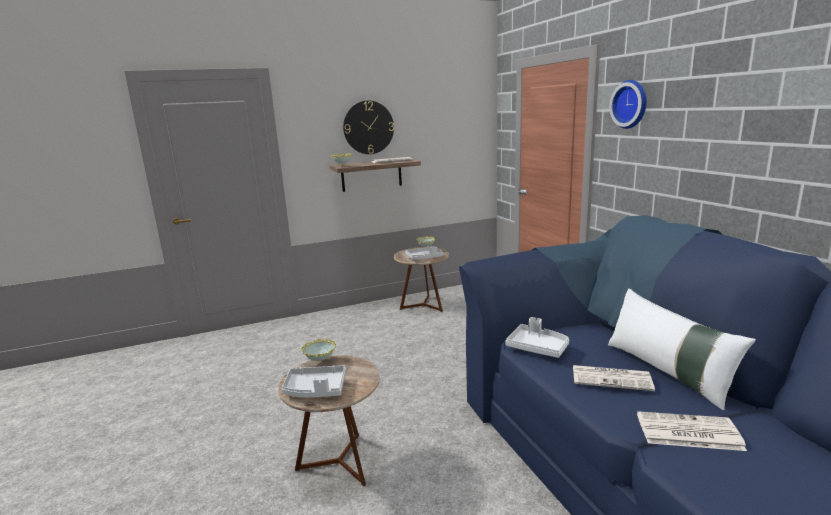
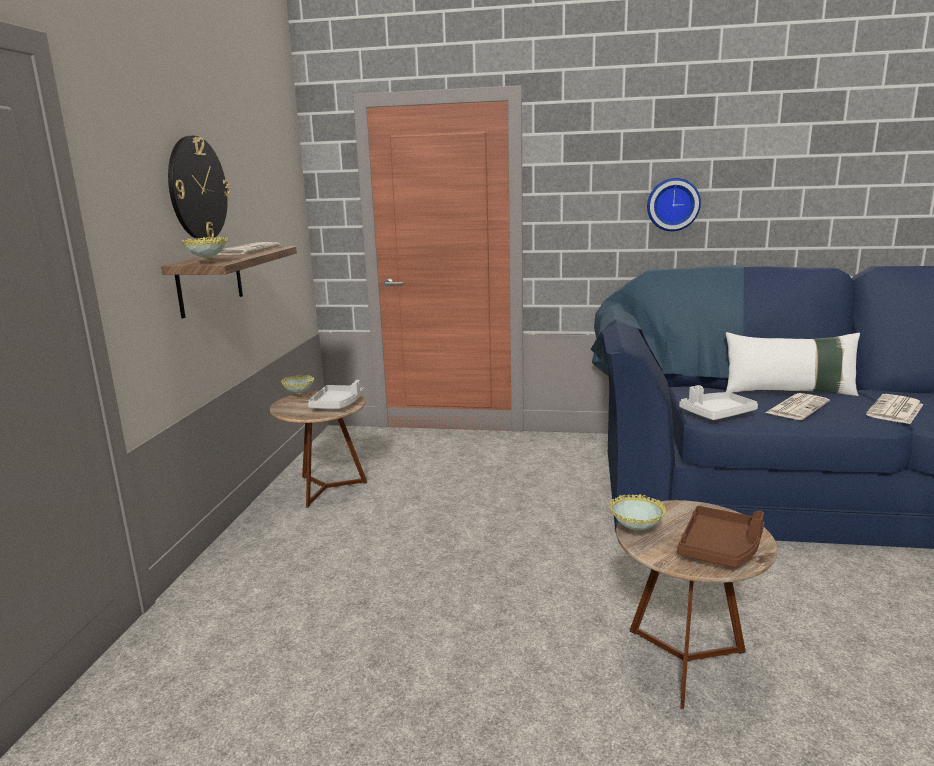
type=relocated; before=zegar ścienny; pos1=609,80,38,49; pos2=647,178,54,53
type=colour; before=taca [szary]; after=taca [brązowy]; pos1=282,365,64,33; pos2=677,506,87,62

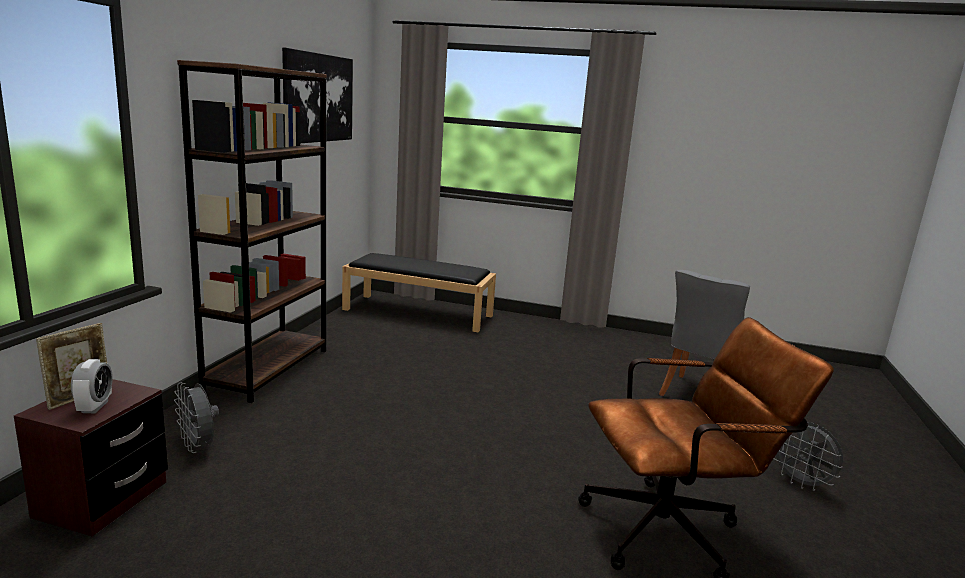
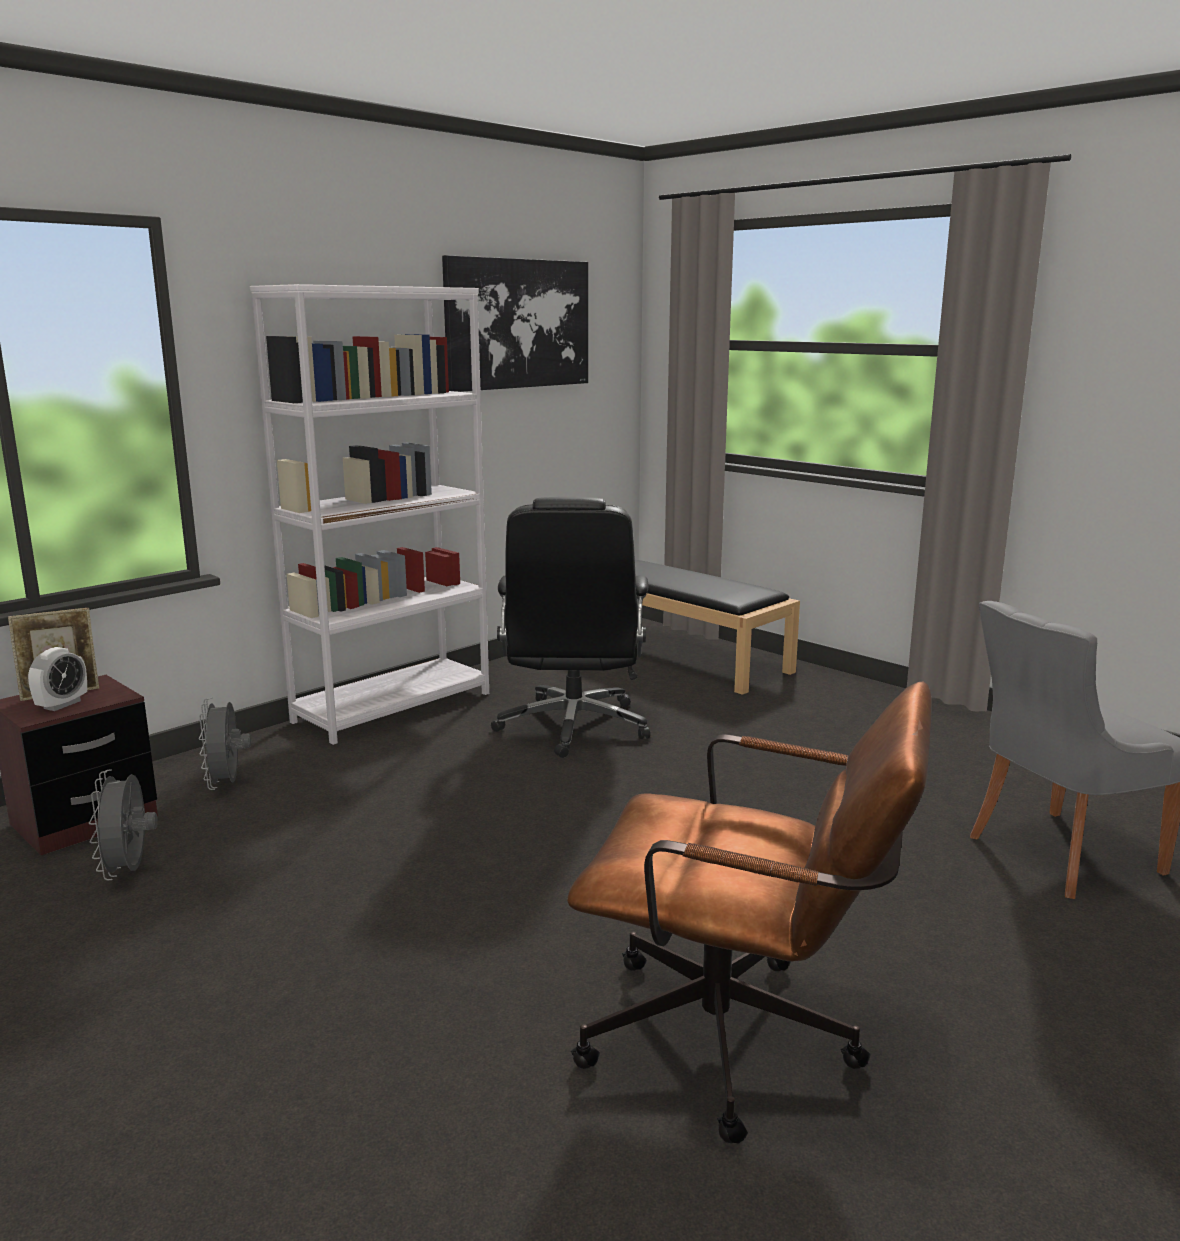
type=colour; before=regał [brązowy]; after=regał [biały]; pos1=177,60,150,343; pos2=250,284,239,461
type=relocated; before=wentylator [szary]; pos1=774,422,69,69; pos2=89,769,69,111
type=appeared; after=krzesło biurowe [czarny]; pos2=491,497,159,261

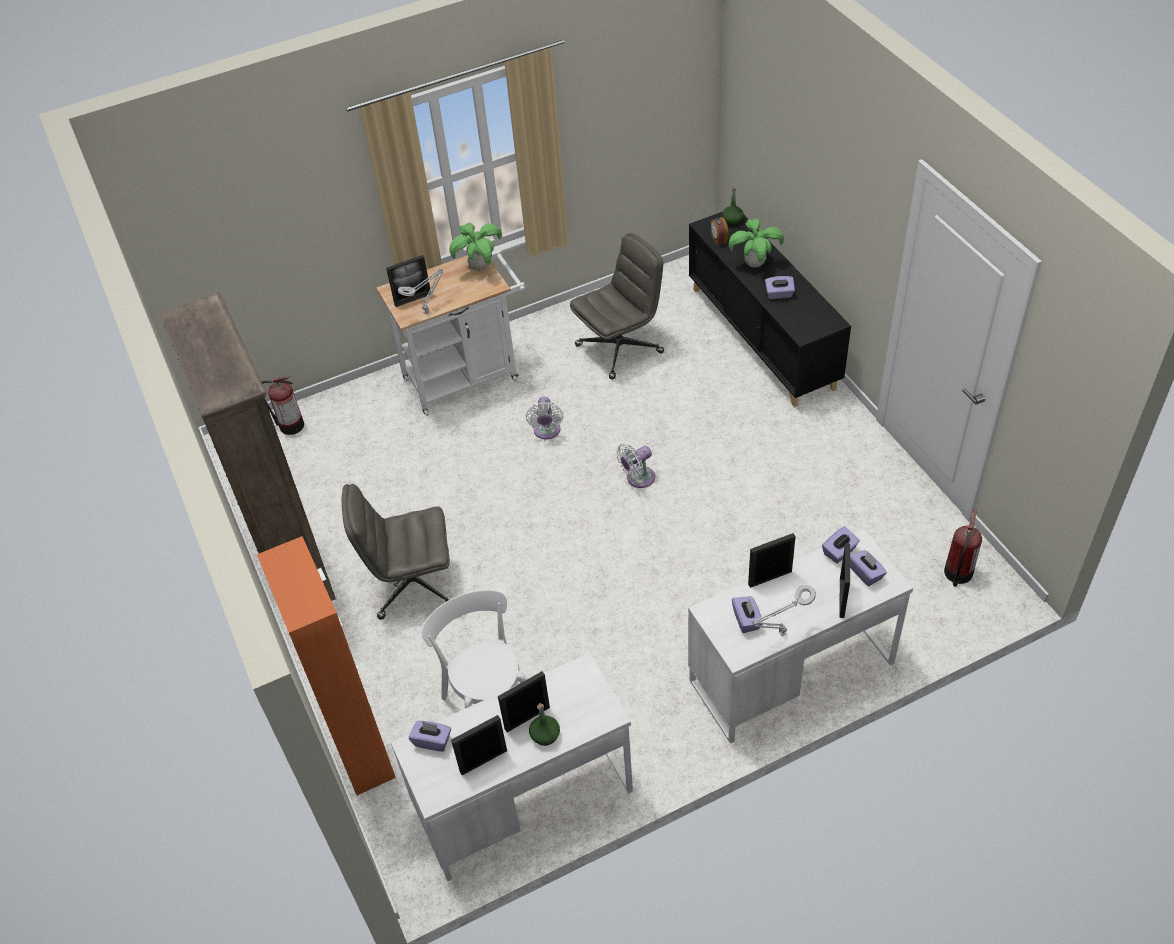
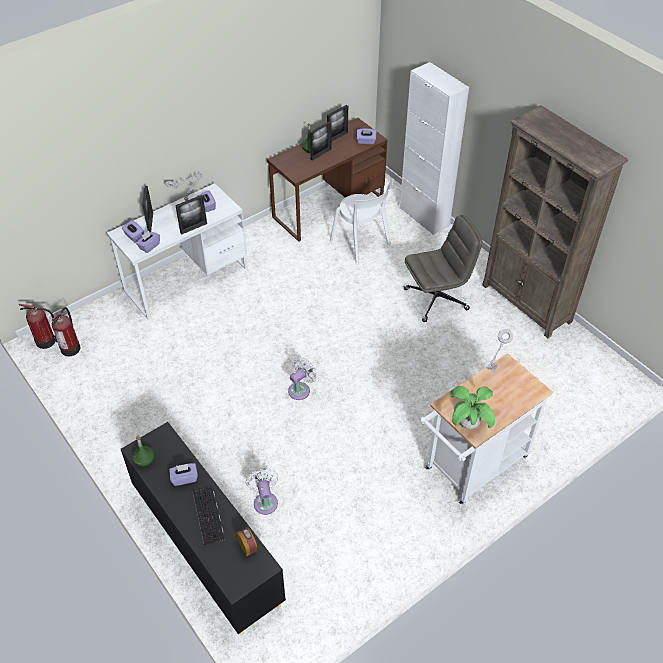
type=relocated; before=butelka [zielony]; pos1=722,186,22,40; pos2=133,436,22,31
type=exchanged; before=roślina doniczkowa; after=klawiatura; pos1=729,219,55,49; pos2=192,485,32,60
type=missing; before=krzesło biurowe [szary]; pos1=570,233,94,147
type=missing; before=ramka na zdjęcie; pos1=386,255,45,52
type=relocated; before=gaśnica; pos1=262,376,42,59; pos2=19,304,38,45
type=relocated; before=wentylator [biały]; pos1=526,397,37,42; pos2=246,468,32,47
type=colour; before=szafka [pomarańczowy]; after=szafka [biały]; pos1=257,536,139,259; pos2=400,62,69,173
type=colour; before=biurko [biały]; after=biurko [brązowy]; pos1=391,652,242,229; pos2=267,118,121,124

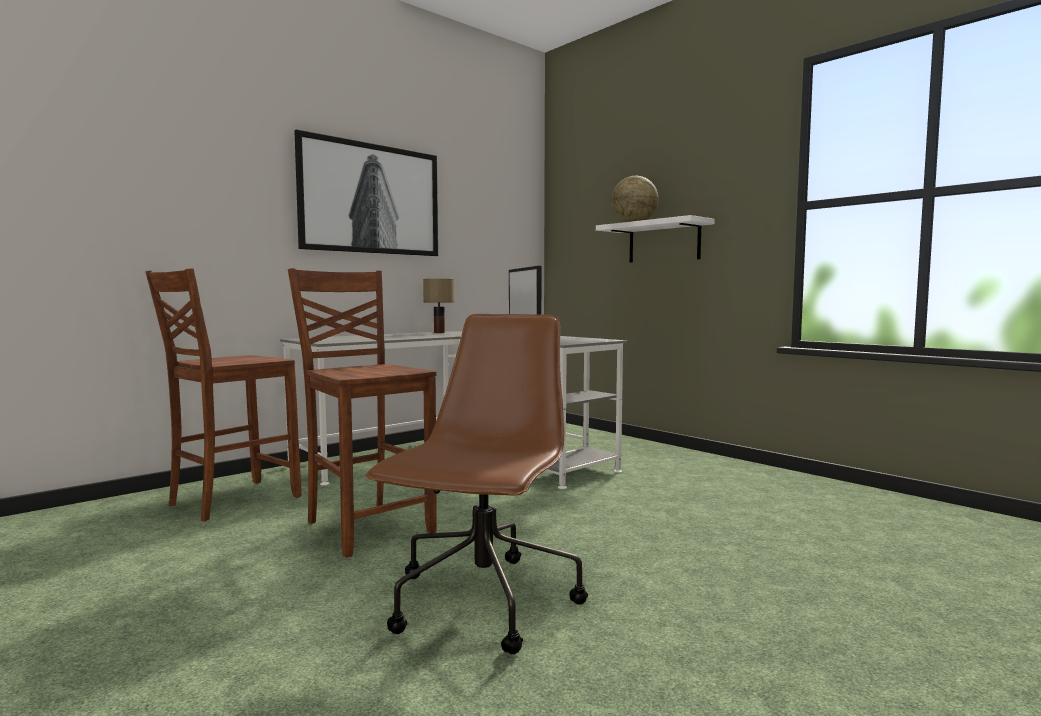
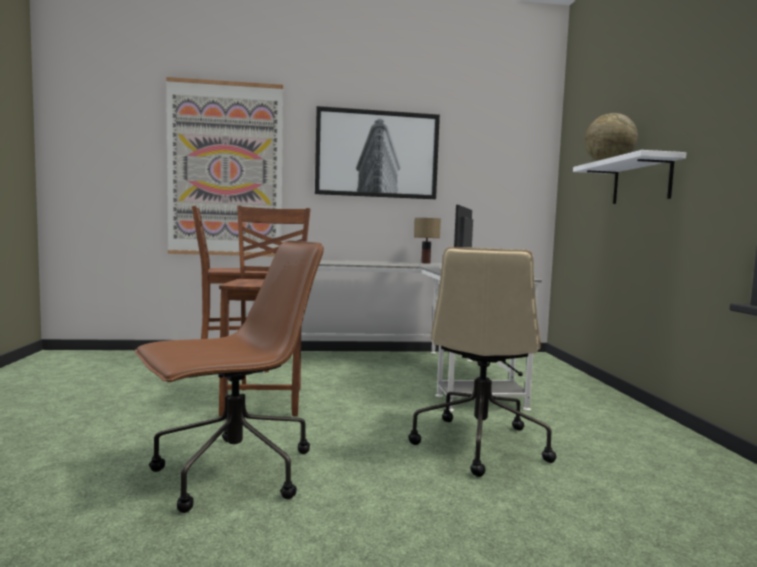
type=appeared; after=obraz; pos2=166,77,117,180
type=appeared; after=krzesło biurowe [beżowy]; pos2=408,247,148,230

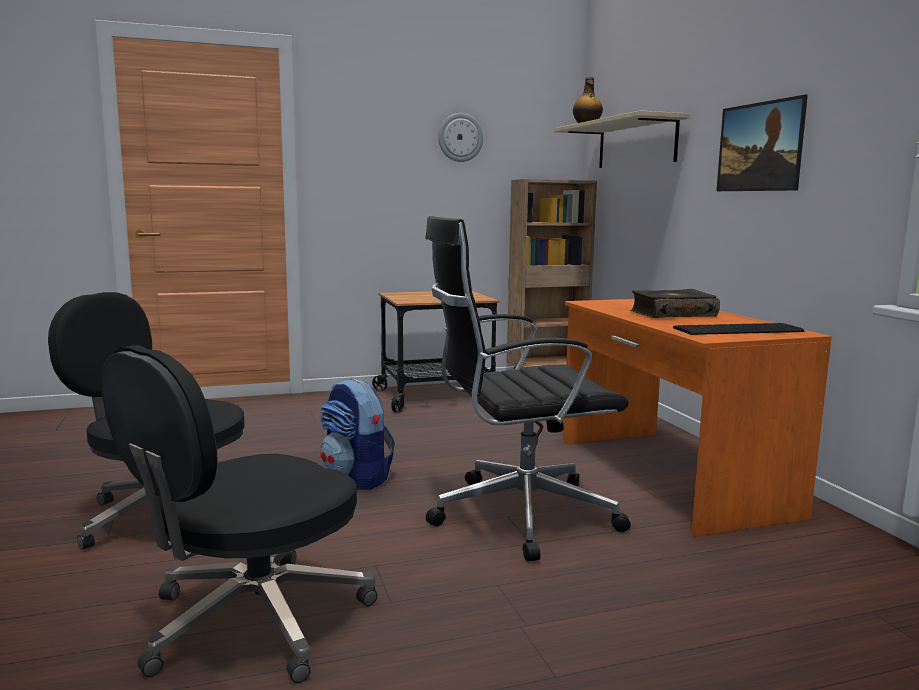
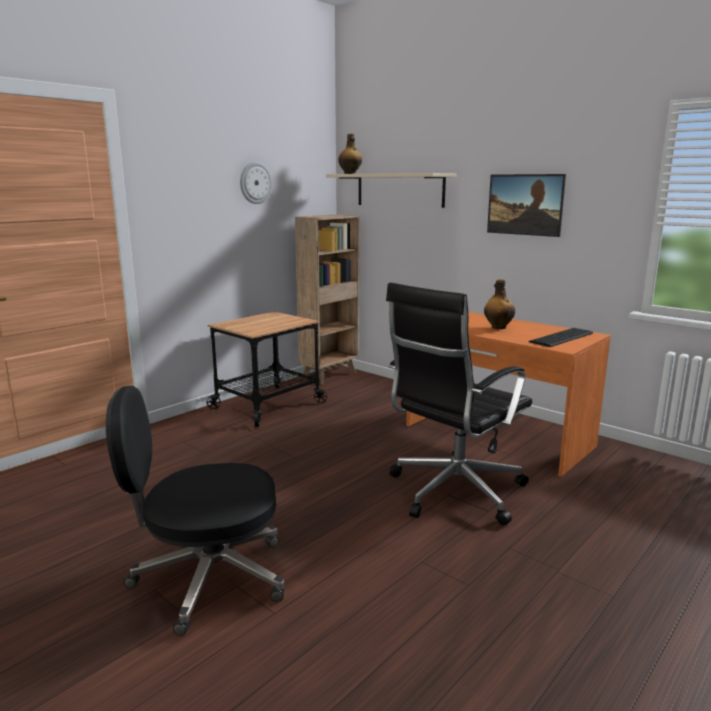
type=exchanged; before=książka; after=butelka; pos1=630,289,90,29; pos2=484,279,31,50
type=missing; before=krzesło biurowe [czarny]; pos1=101,345,276,338
type=missing; before=plecak; pos1=320,379,75,111

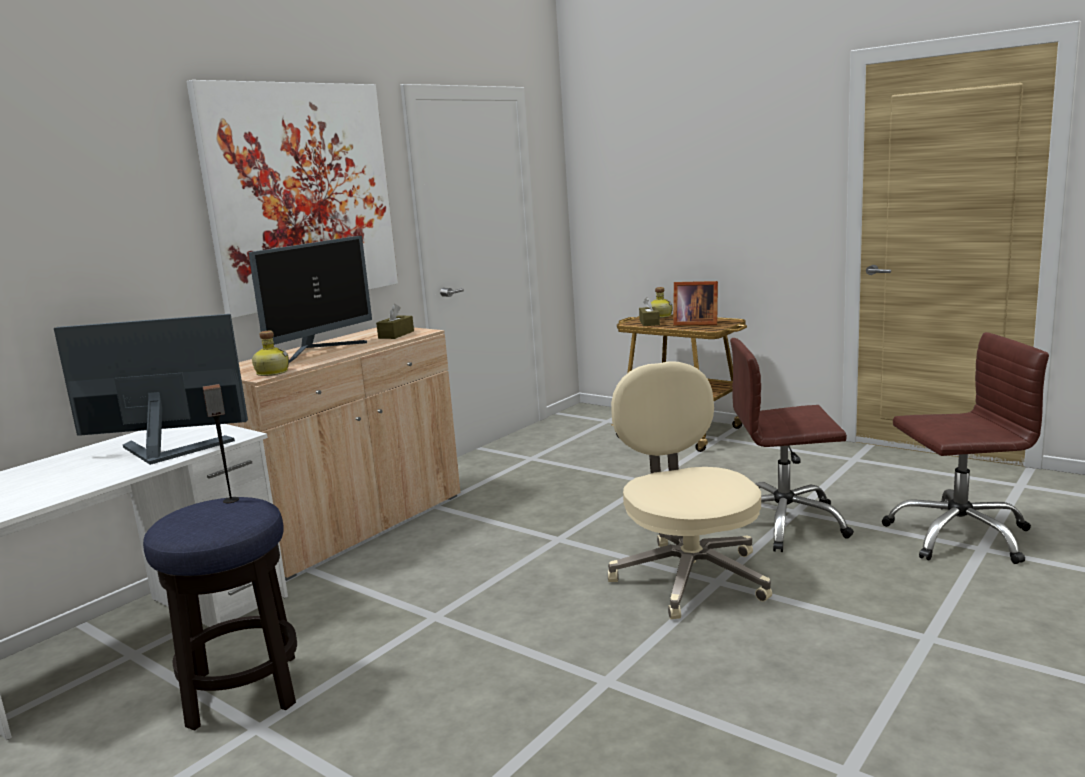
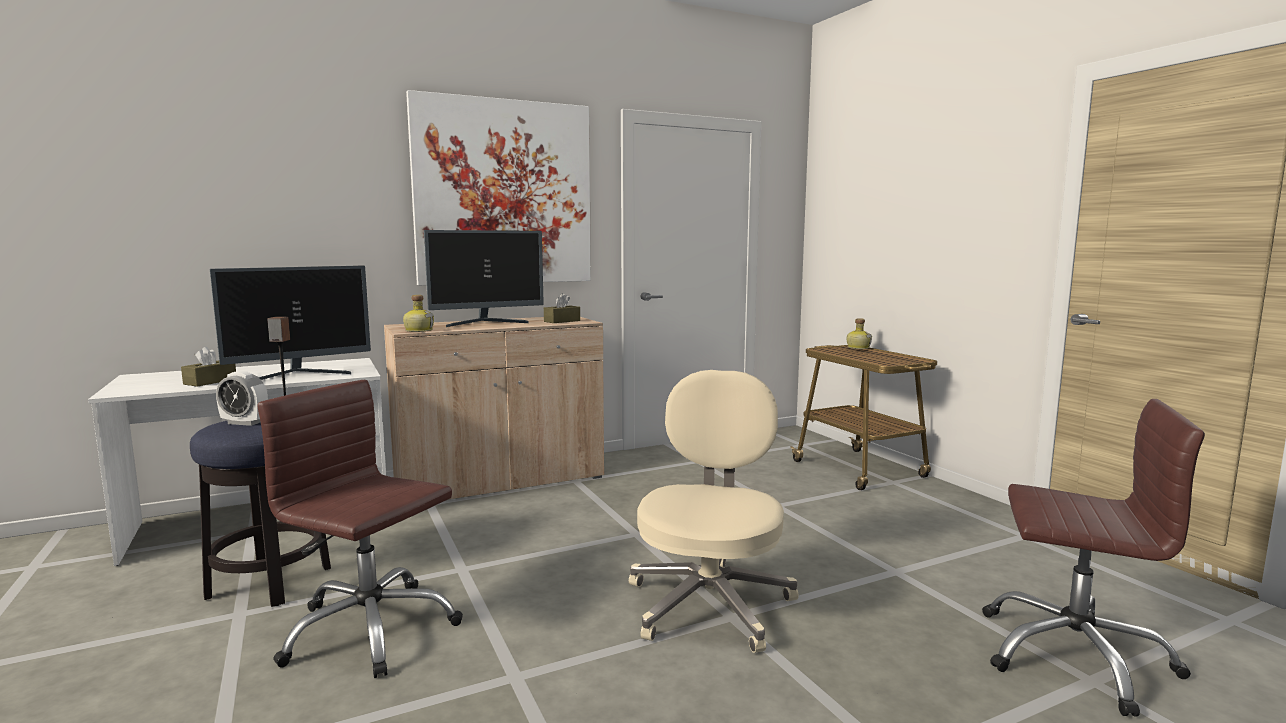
type=missing; before=ramka na zdjęcie; pos1=673,281,45,44
type=relocated; before=pudełko chusteczek [brązowy]; pos1=639,297,21,29; pos2=181,347,55,40
type=spun; before=monitor; pos1=54,314,194,151; pos2=210,266,161,114; turn=120
type=relocated; before=krzesło biurowe [brązowy]; pos1=730,338,124,214; pos2=258,380,205,298
type=appeared; after=budzik; pos2=216,371,52,55

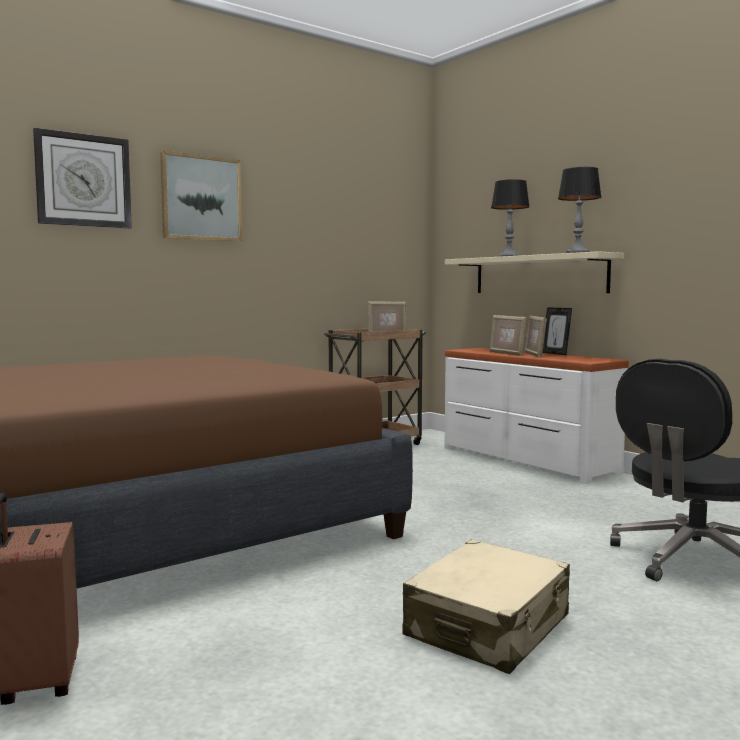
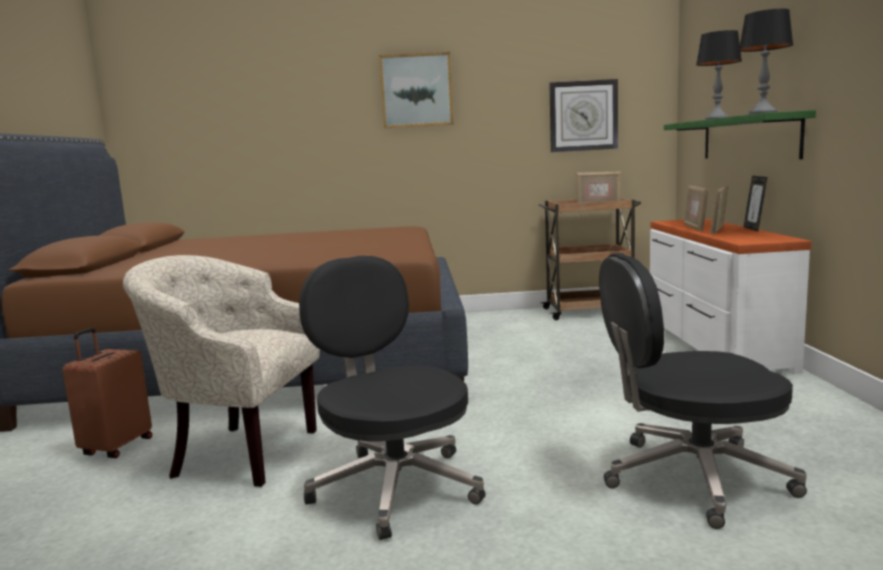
type=relocated; before=zegar ścienny; pos1=33,128,99,100; pos2=549,79,69,73
type=colour; before=półka [beżowy]; after=półka [zielony]; pos1=445,251,179,42; pos2=664,110,152,49
type=exchanged; before=walizka [beżowy]; after=krzesło biurowe [czarny]; pos1=402,540,168,134; pos2=299,256,187,284
type=appeared; after=fotel [beżowy]; pos2=123,255,197,232

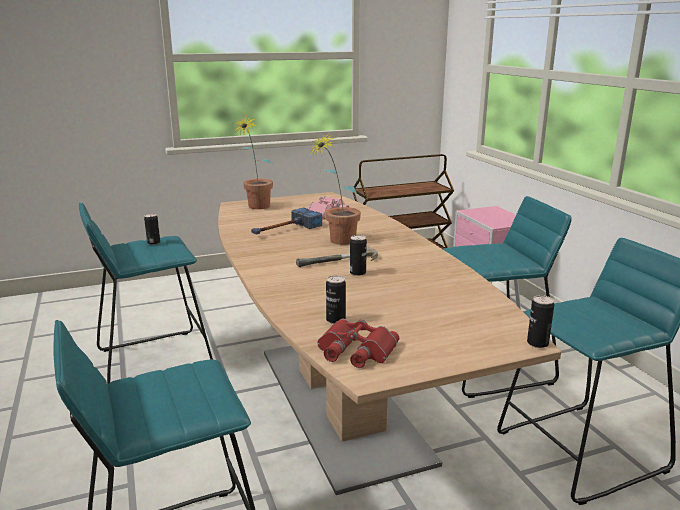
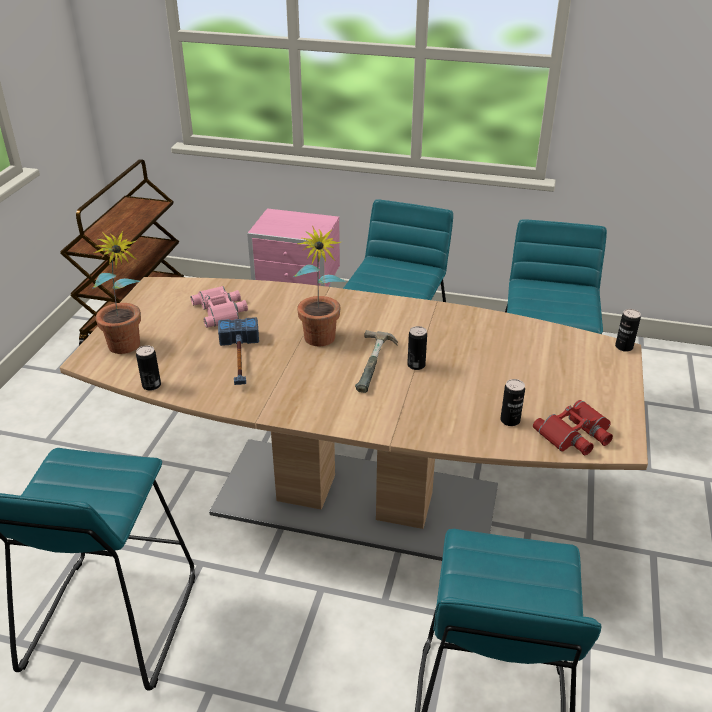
type=relocated; before=puszka; pos1=144,214,16,31; pos2=136,345,25,46

